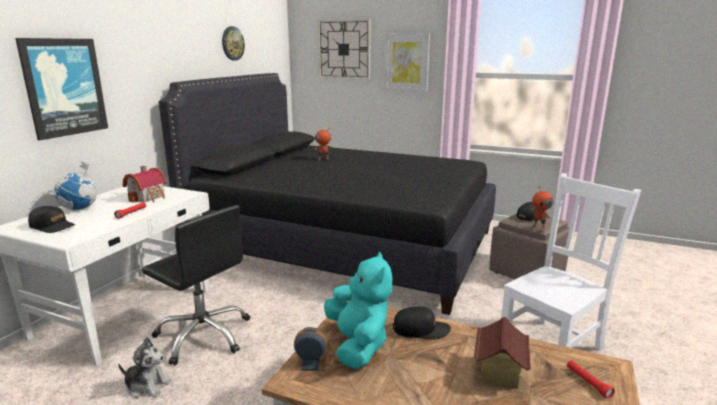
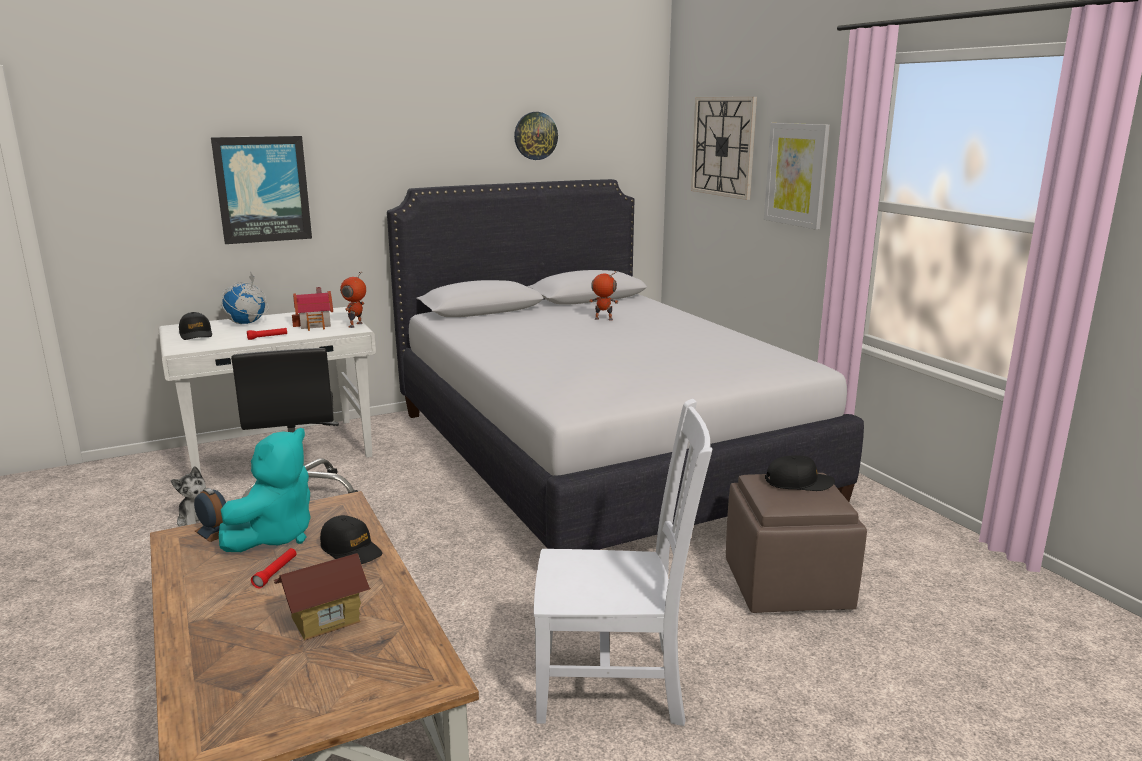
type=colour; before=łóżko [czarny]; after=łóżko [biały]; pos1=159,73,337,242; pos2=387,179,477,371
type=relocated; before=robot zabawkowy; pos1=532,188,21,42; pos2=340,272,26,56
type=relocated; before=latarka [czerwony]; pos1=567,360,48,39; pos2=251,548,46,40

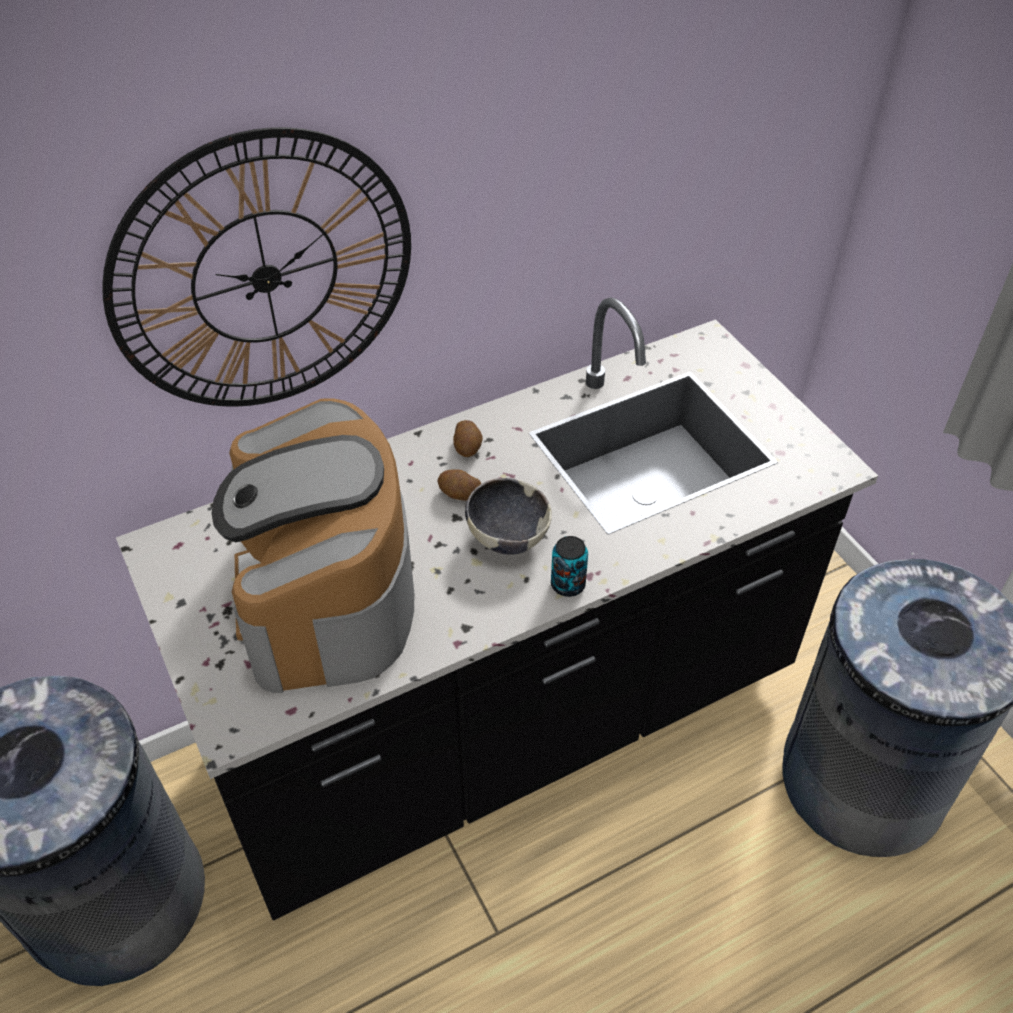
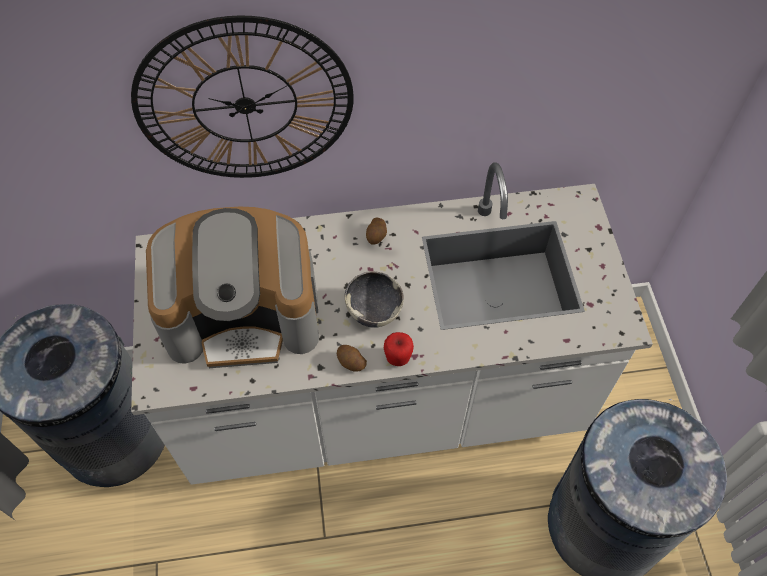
type=colour; before=zabudowa kuchenna [czarny]; after=zabudowa kuchenna [biały]; pos1=116,297,762,623; pos2=131,162,522,323
type=spun; before=ekspres do kawy; pos1=212,398,202,295; pos2=146,207,173,161; turn=-105
type=relocated; before=ziemniak; pos1=437,469,44,32; pos2=337,345,30,27
type=exchanged; before=puszka; after=jabłko; pos1=551,536,37,61; pos2=384,332,30,34

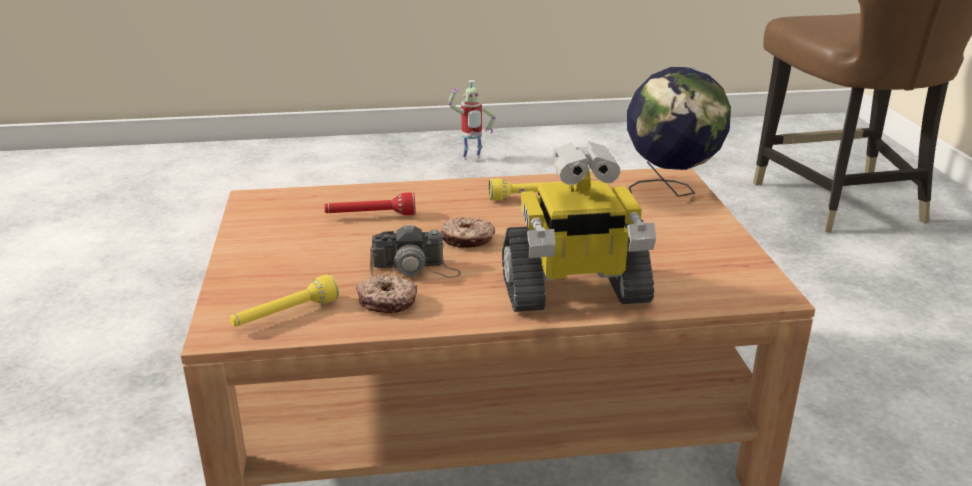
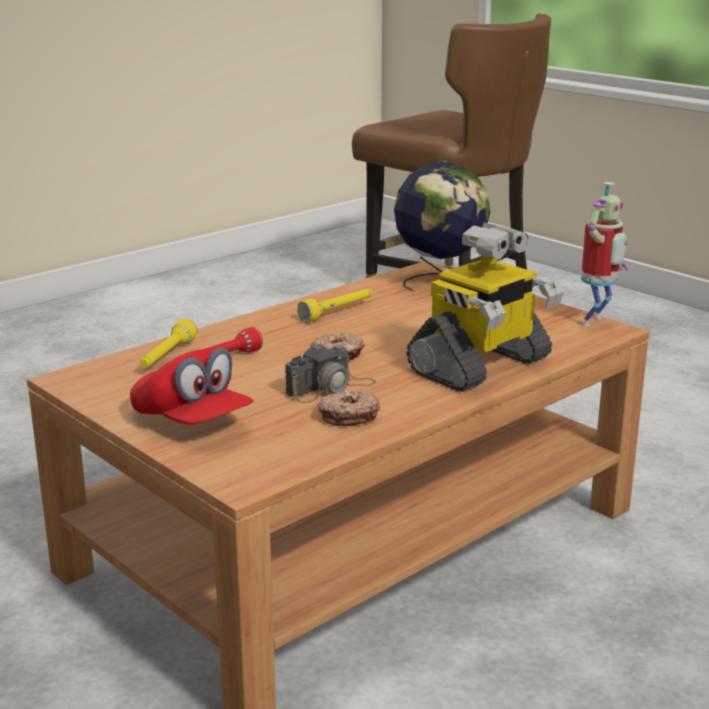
type=relocated; before=robot zabawkowy; pos1=448,80,48,80; pos2=581,182,47,144
type=relocated; before=latarka [żółty]; pos1=230,274,109,53; pos2=140,319,57,49
type=appeared; after=czapka z daszkiem [czerwony]; pos2=130,348,123,77

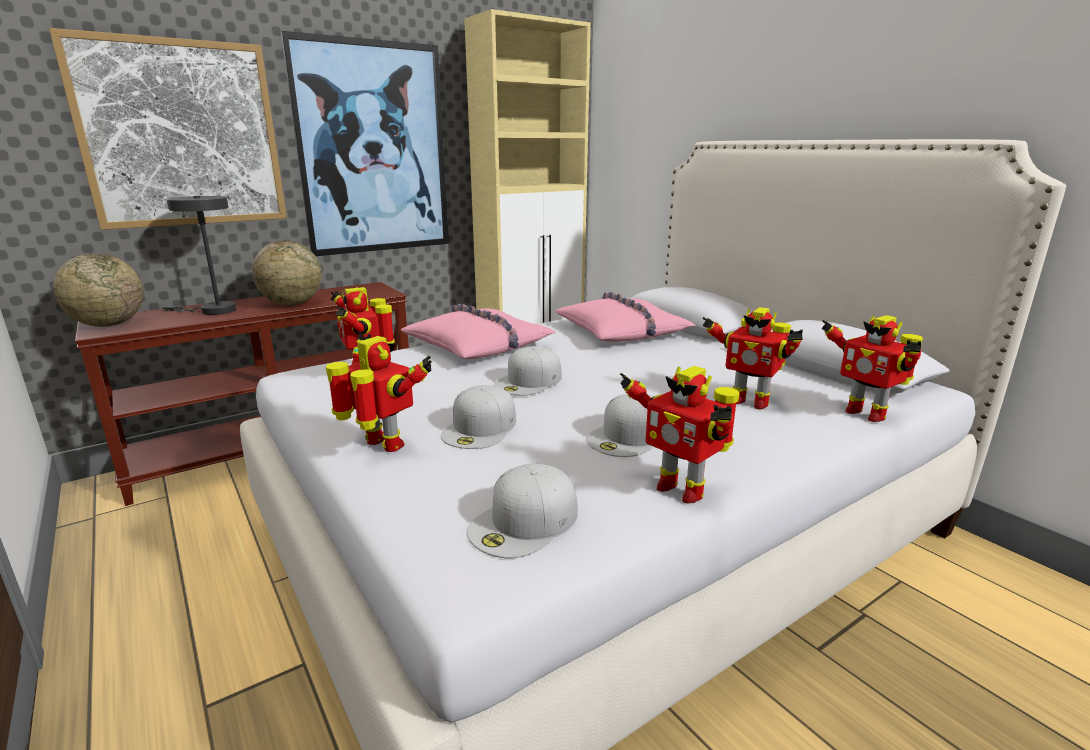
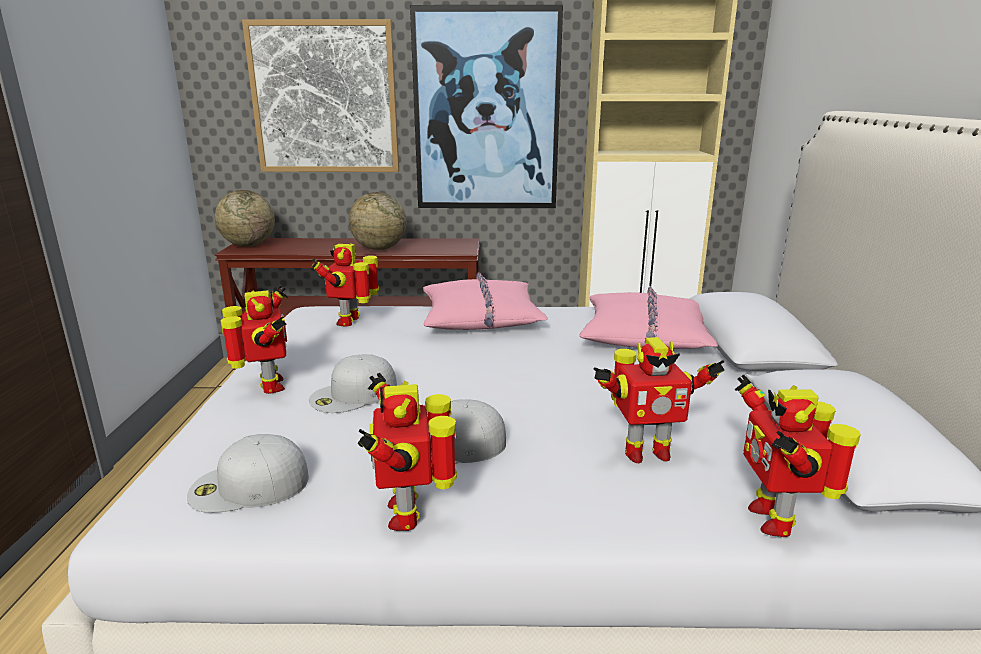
type=missing; before=lampa stołowa [szary]; pos1=162,196,74,119
type=spun; before=robot zabawkowy; pos1=702,307,101,103; pos2=594,337,131,126; turn=-75
type=missing; before=czapka z daszkiem [biały]; pos1=493,346,69,50

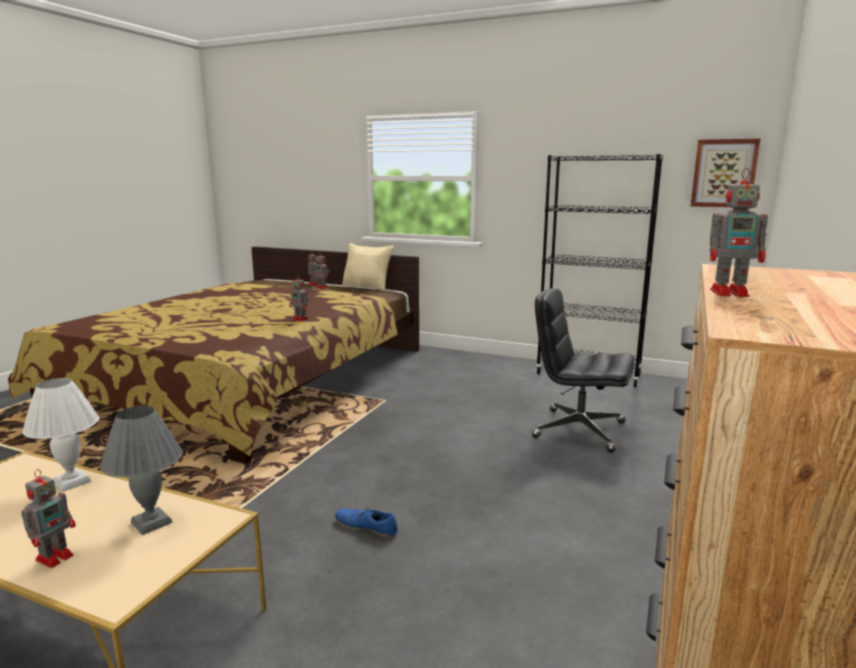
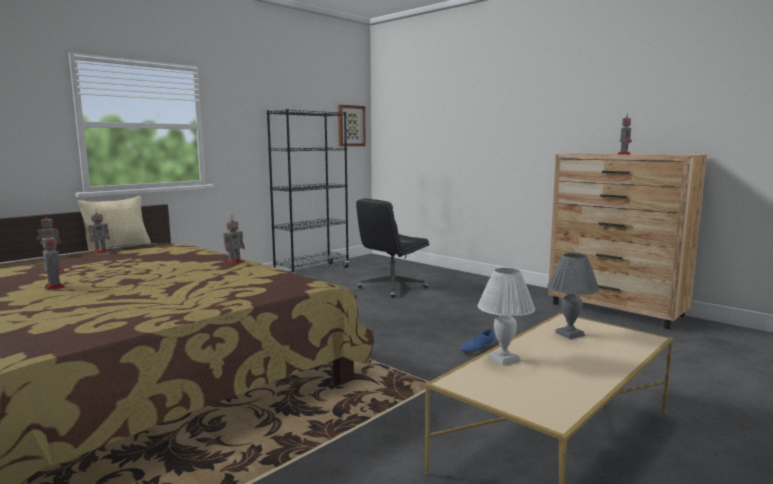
type=relocated; before=robot zabawkowy; pos1=21,469,55,99; pos2=42,232,23,58

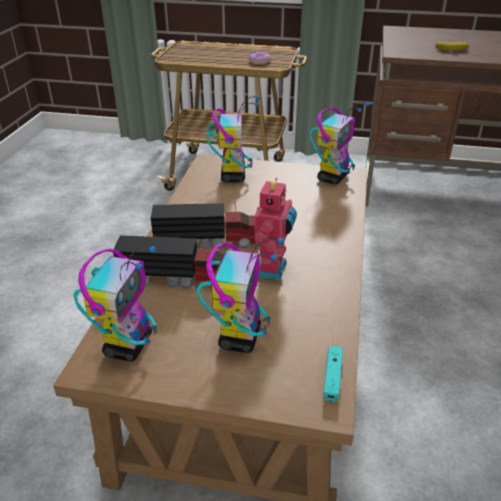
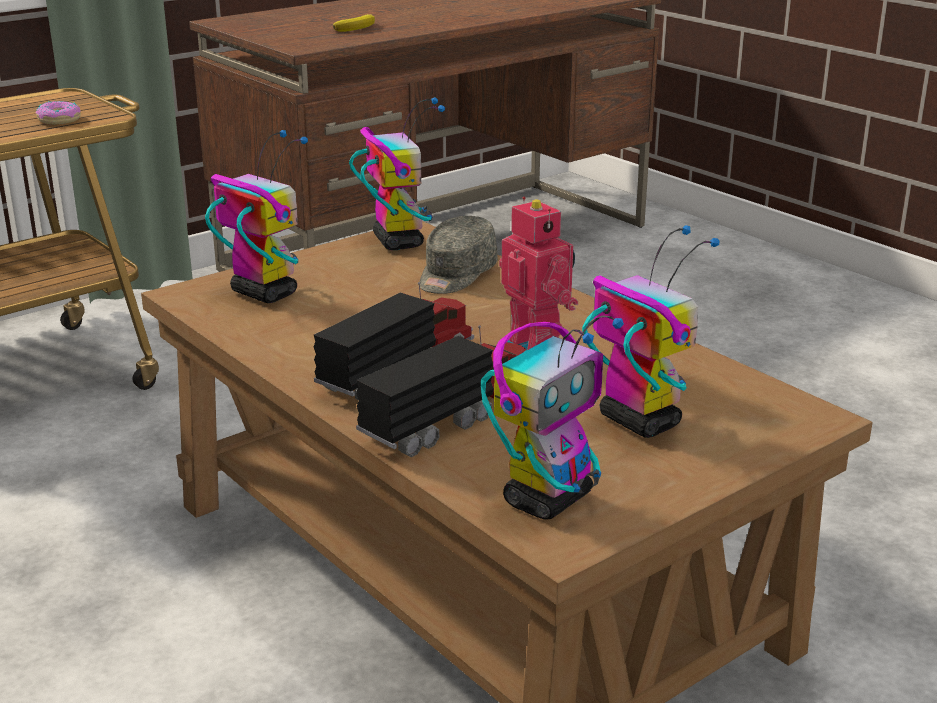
type=spun; before=robot zabawkowy; pos1=73,246,84,115; pos2=481,315,143,205; turn=75
type=missing; before=pad do gier [turkusowy]; pos1=323,346,20,56
type=appeared; after=czapka z daszkiem [szary]; pos2=419,216,79,78

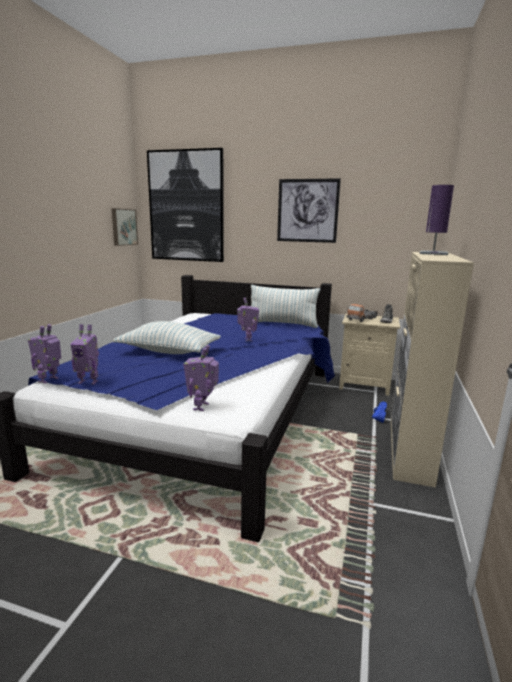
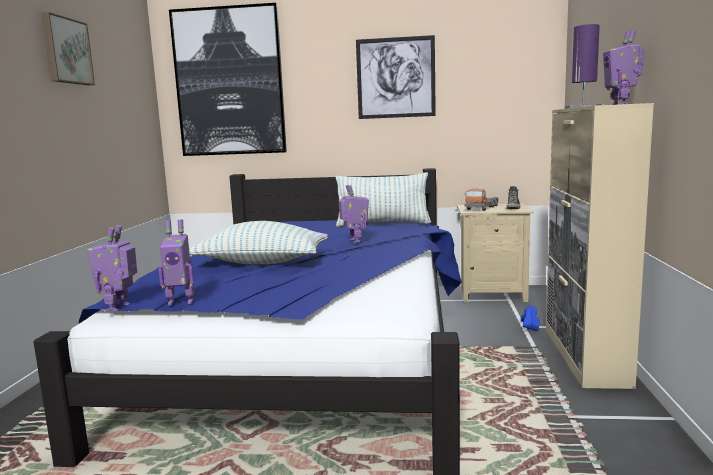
type=relocated; before=obraz; pos1=111,208,27,38; pos2=41,12,54,73
type=relocated; before=robot zabawkowy; pos1=183,345,36,66; pos2=603,30,42,75

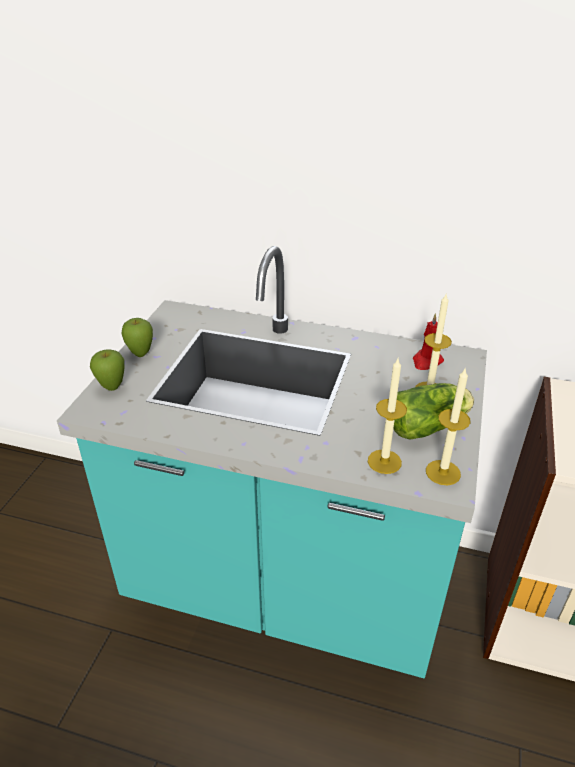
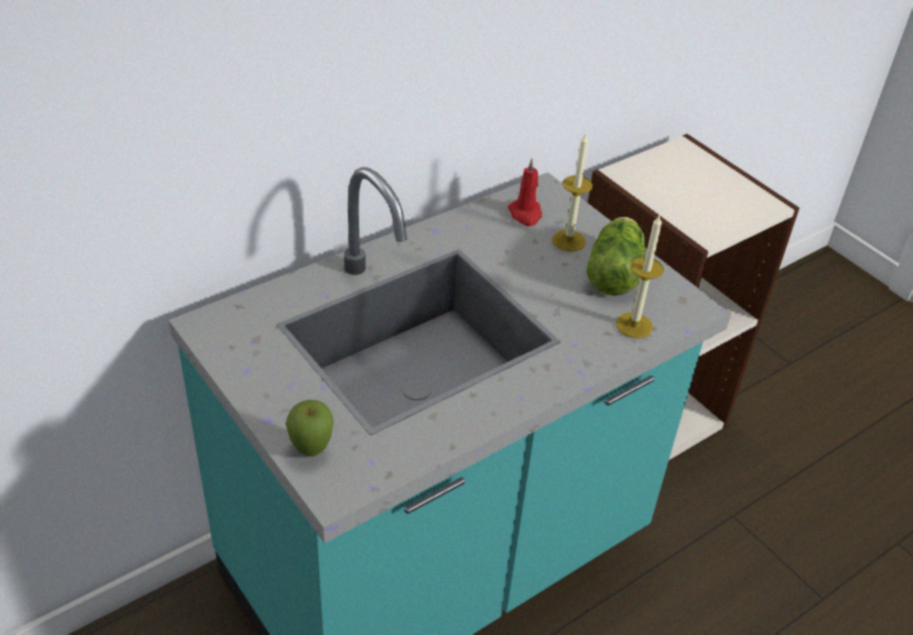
type=missing; before=jabłko; pos1=122,318,31,39
type=missing; before=świeca; pos1=426,369,45,116

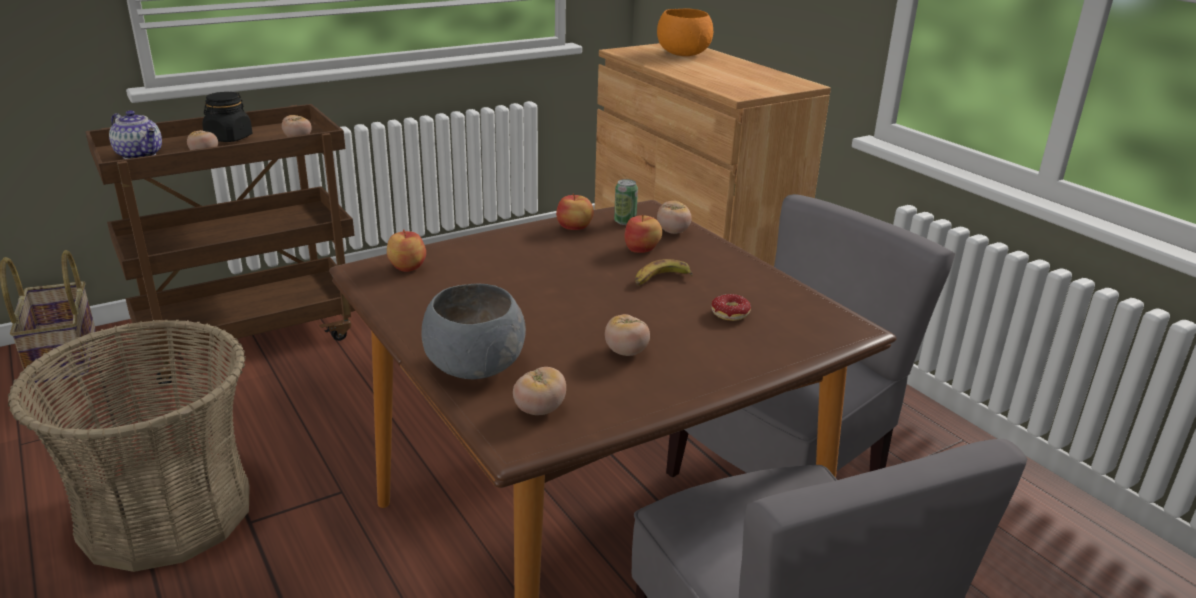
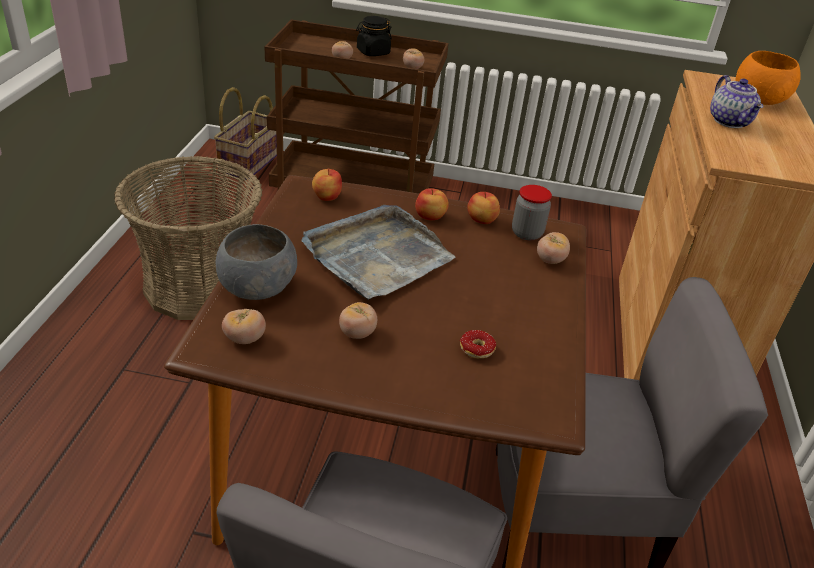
type=relocated; before=imbryk; pos1=109,110,53,49; pos2=710,75,53,53
type=exchanged; before=puszka; after=słoik; pos1=614,179,24,46; pos2=512,185,40,56
type=relocated; before=jabłko; pos1=624,215,38,38; pos2=415,188,34,32
type=missing; before=banan; pos1=635,259,58,27
type=appeared; after=taca [szary]; pos2=301,205,155,94

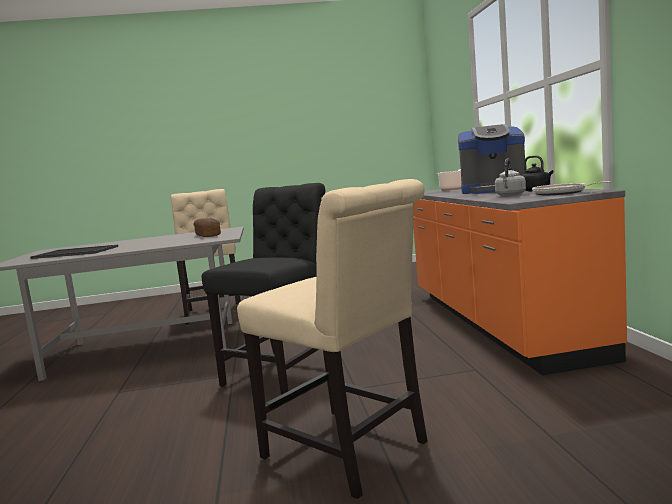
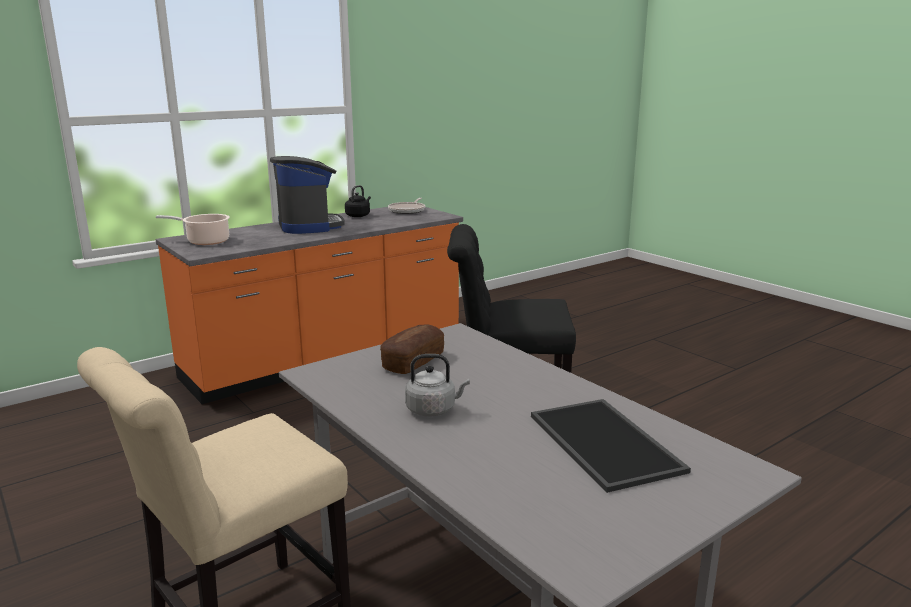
type=relocated; before=czajnik [szary]; pos1=495,158,31,38; pos2=405,354,65,62
type=missing; before=krzesło [beżowy]; pos1=237,179,191,320

